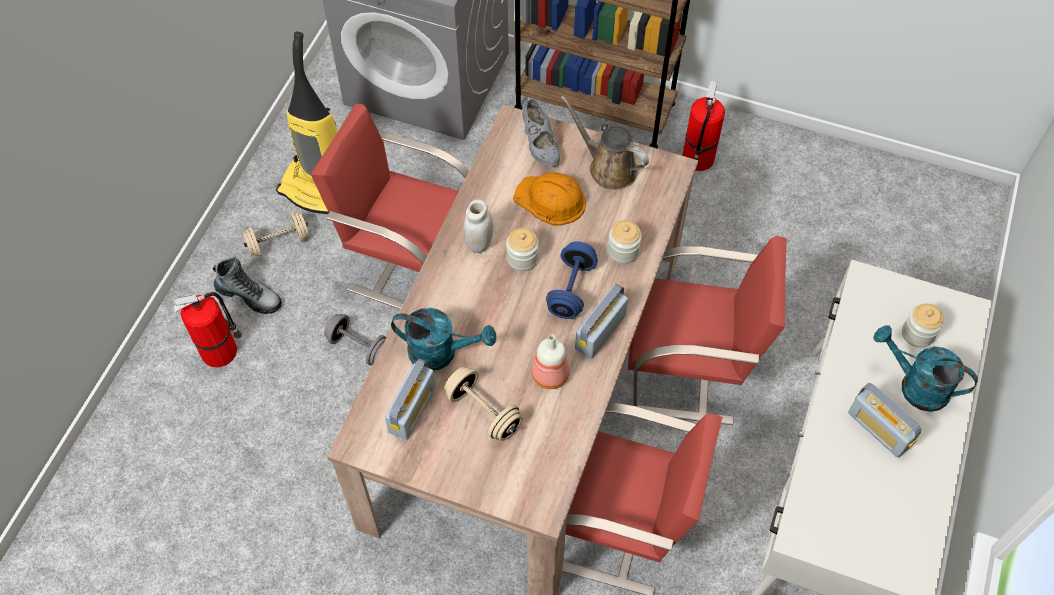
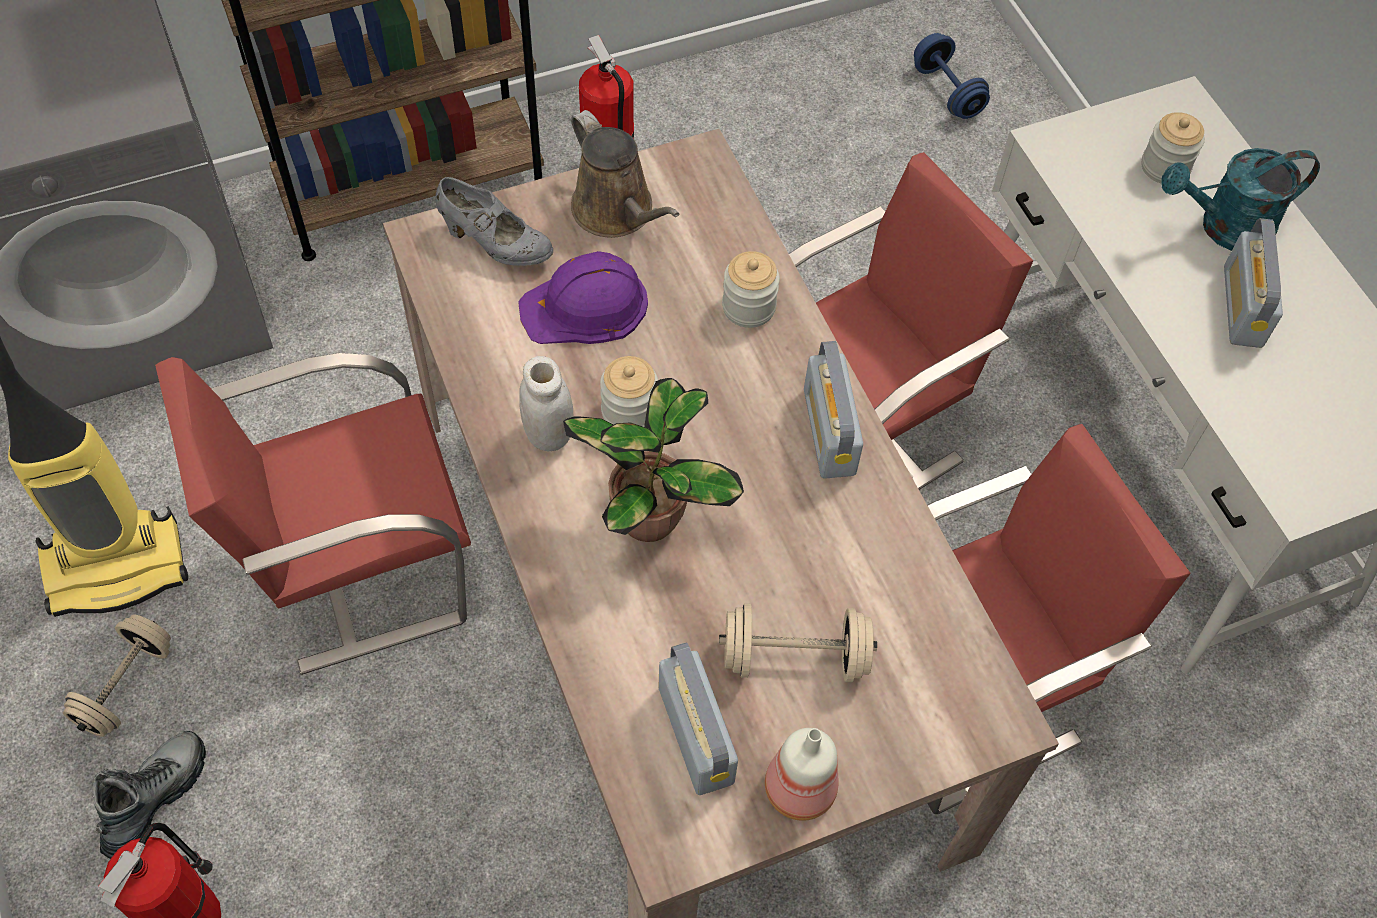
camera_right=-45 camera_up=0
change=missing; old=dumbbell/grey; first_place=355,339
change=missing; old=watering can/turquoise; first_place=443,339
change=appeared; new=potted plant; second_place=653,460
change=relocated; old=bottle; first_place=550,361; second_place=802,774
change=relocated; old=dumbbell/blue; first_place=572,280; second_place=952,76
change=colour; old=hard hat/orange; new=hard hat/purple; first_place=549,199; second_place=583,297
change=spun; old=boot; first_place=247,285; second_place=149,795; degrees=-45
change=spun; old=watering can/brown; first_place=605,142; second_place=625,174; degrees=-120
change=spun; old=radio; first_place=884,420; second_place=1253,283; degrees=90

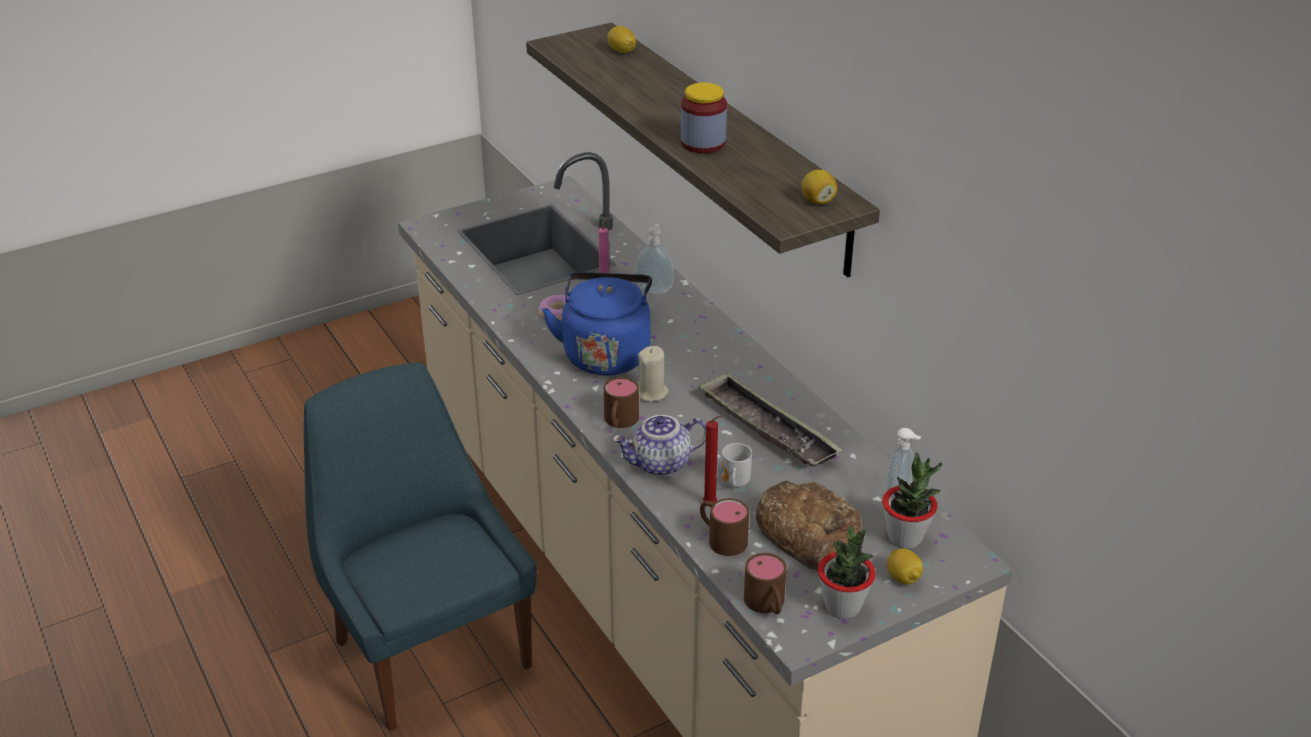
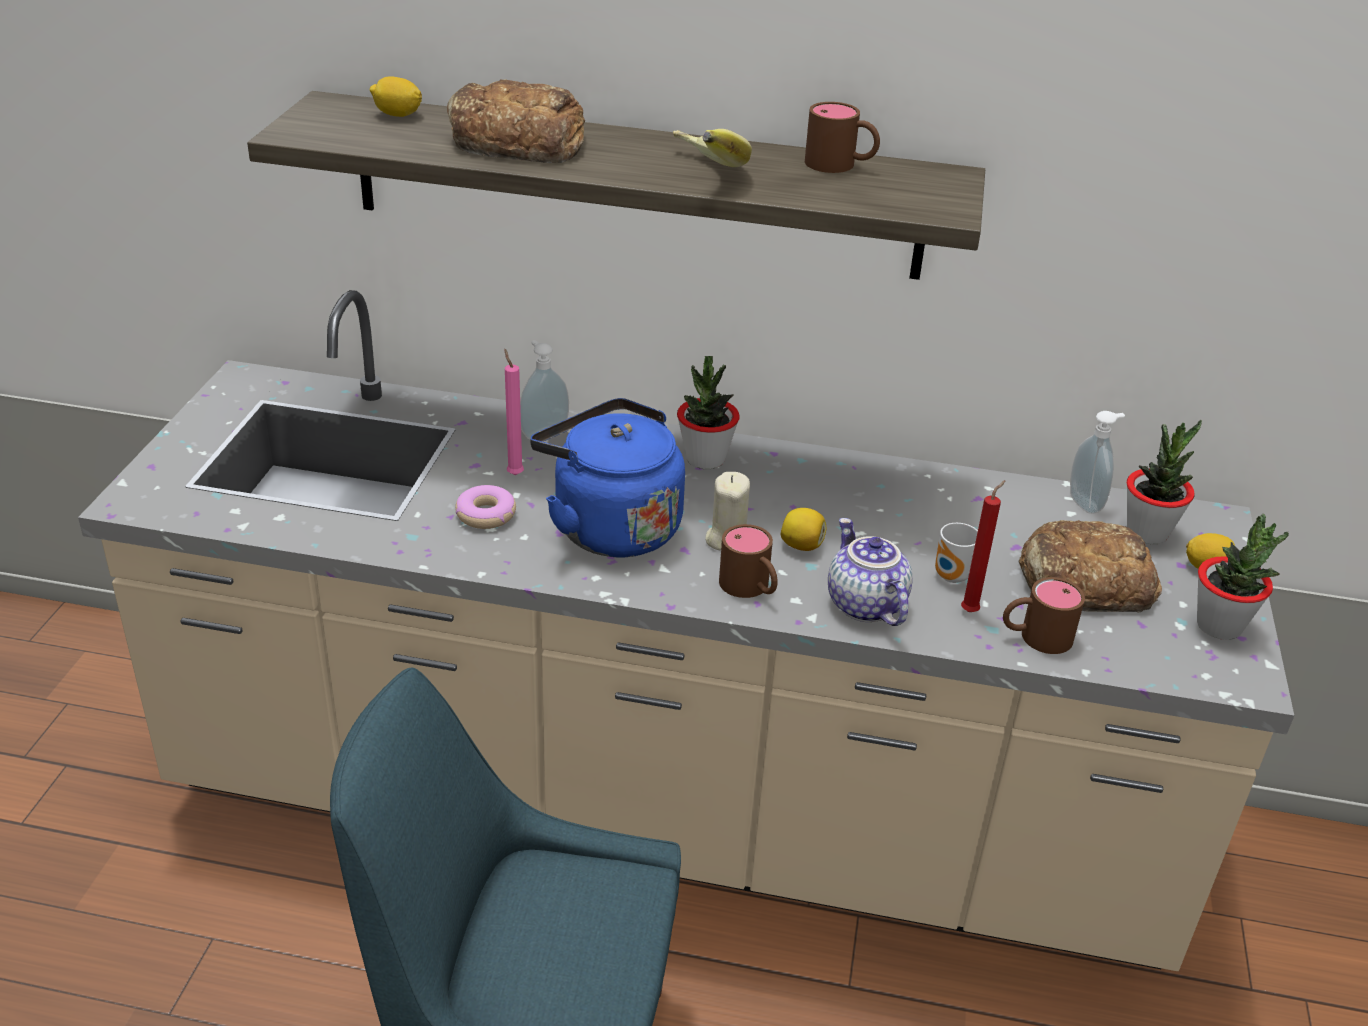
camera_right=-50 camera_up=0
change=missing; old=tray; first_place=771,419
change=appeared; new=bread; second_place=516,121
change=appeared; new=potted plant; second_place=708,412
change=relocated; old=mug/brown; first_place=765,583; second_place=842,137
change=relocated; old=lemon; first_place=819,187; second_place=803,529
change=exchanged; old=jar; new=banana; first_place=704,118; second_place=712,148
change=spun; old=teapot; first_place=659,446; second_place=870,572; degrees=135

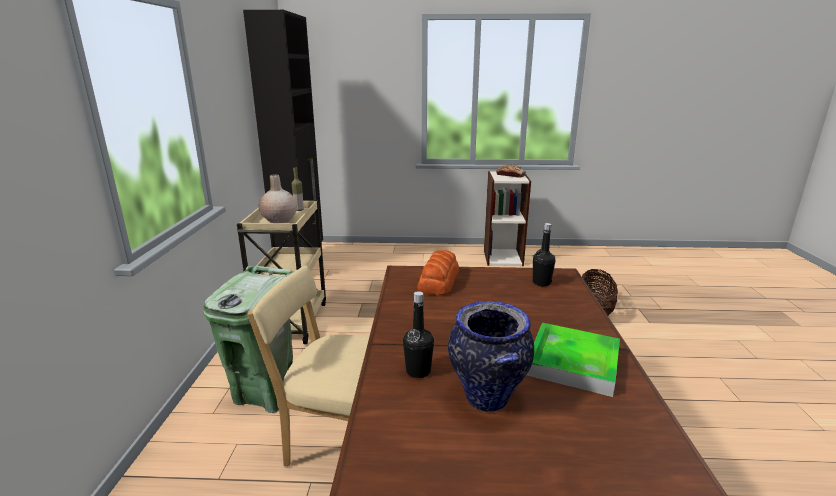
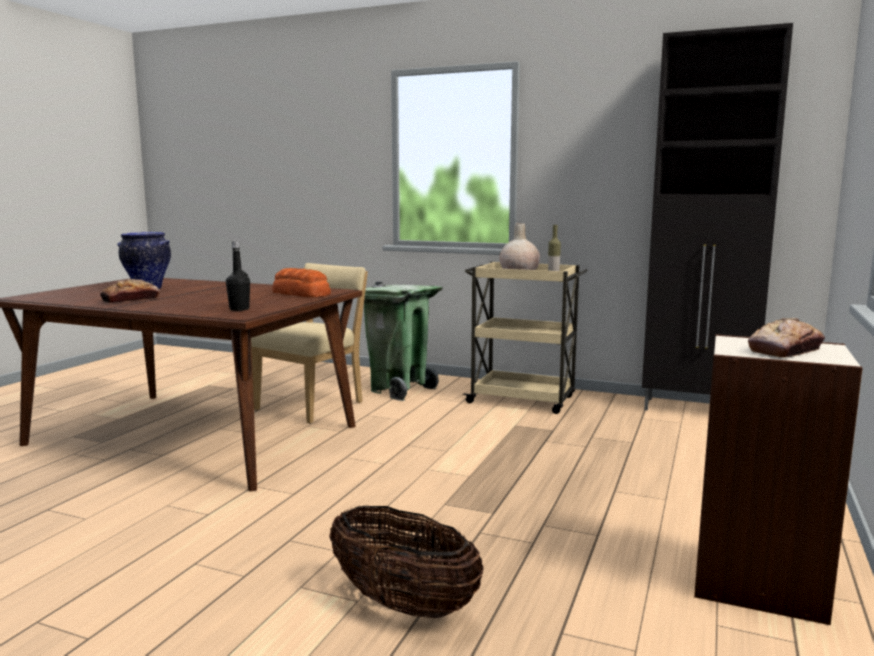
camera_right=110 camera_up=-10
change=missing; old=bottle/black; first_place=418,334
change=exchanged; old=tray; new=bread; first_place=573,360; second_place=130,291

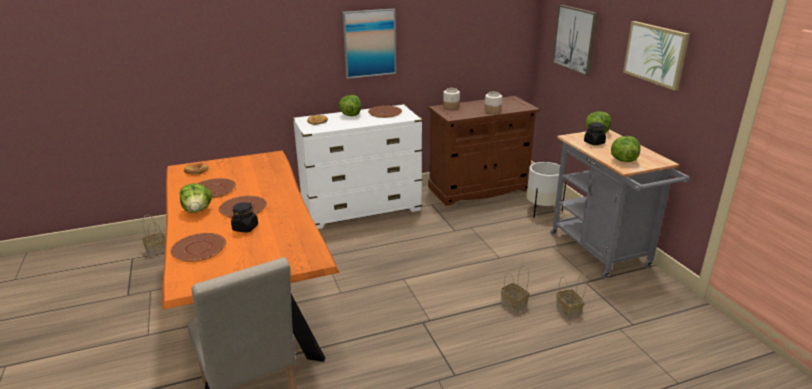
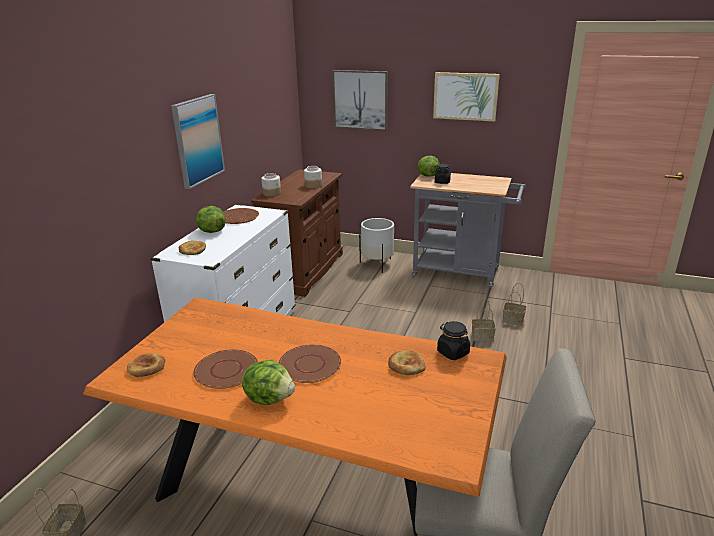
camera_right=-50 camera_up=0
change=missing; old=plate/brown; first_place=198,247
change=missing; old=lettuce; first_place=626,149
change=appeared; new=bread; second_place=407,362
change=relocated; old=jar/black; first_place=244,217; second_place=453,340

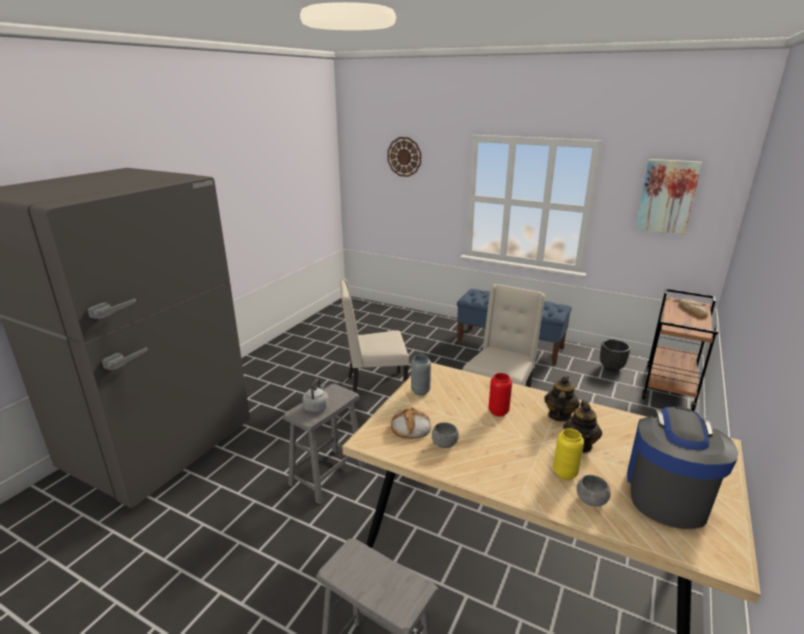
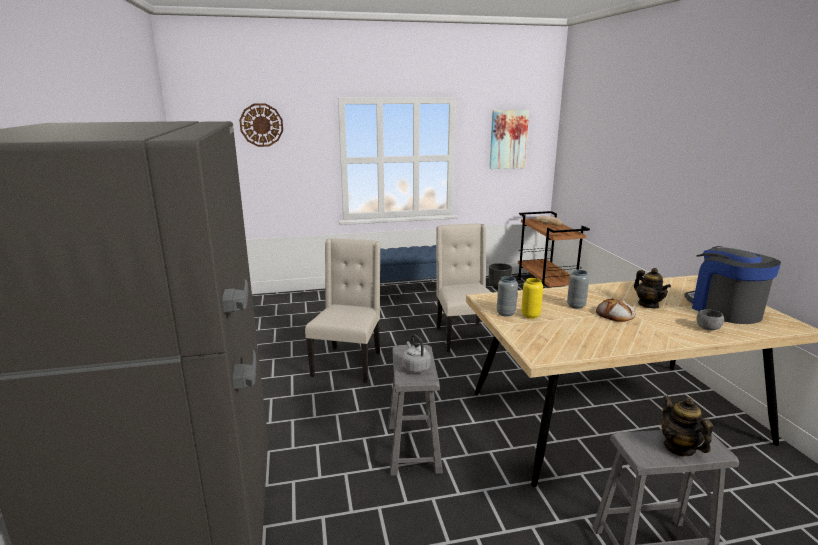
camera_right=-40 camera_up=-5
change=missing; old=bowl/grey; first_place=445,435
change=relocated; old=bread; first_place=411,423; second_place=616,310
change=relocated; old=teapot; first_place=562,398; second_place=687,426
change=relocated; old=vase/yellow; first_place=568,454; second_place=532,298
change=colour; old=vase/red; new=vase/grey; first_place=500,394; second_place=578,289
change=spun; old=chair/beige; first_place=374,335; second_place=343,310; degrees=150

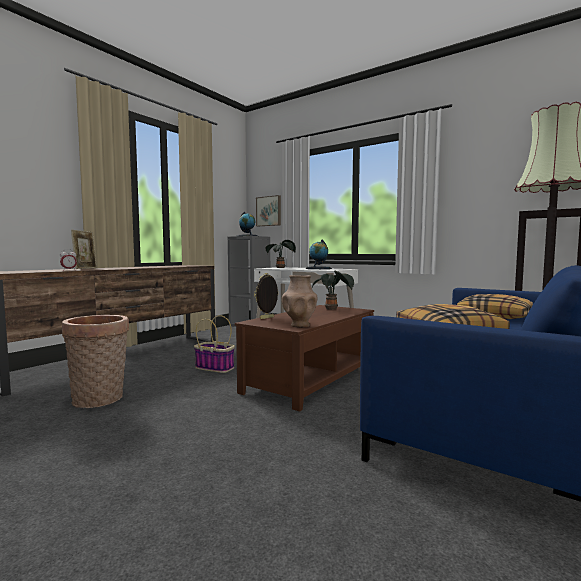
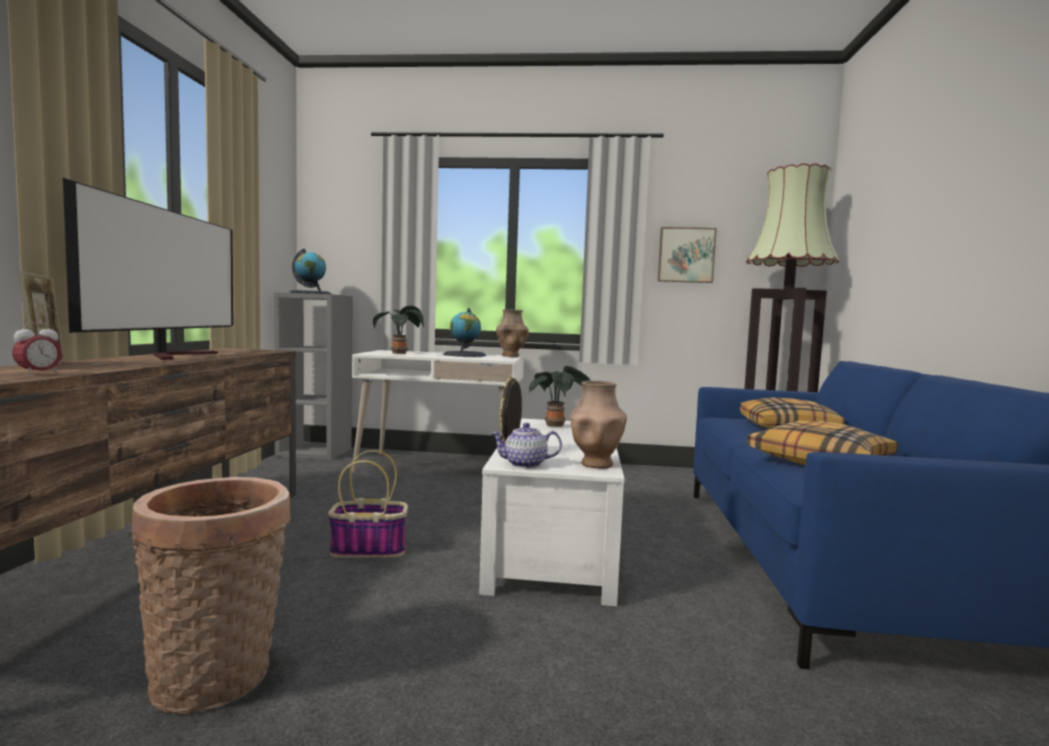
camera_right=-30 camera_up=0
change=appeared; new=television; second_place=148,269
change=appeared; new=teapot; second_place=526,445
change=appeared; new=vase/brown; second_place=512,333
change=relocated; old=picture; first_place=268,210; second_place=687,255
change=colour; old=coffee table/brown; new=coffee table/white; first_place=304,358; second_place=552,512

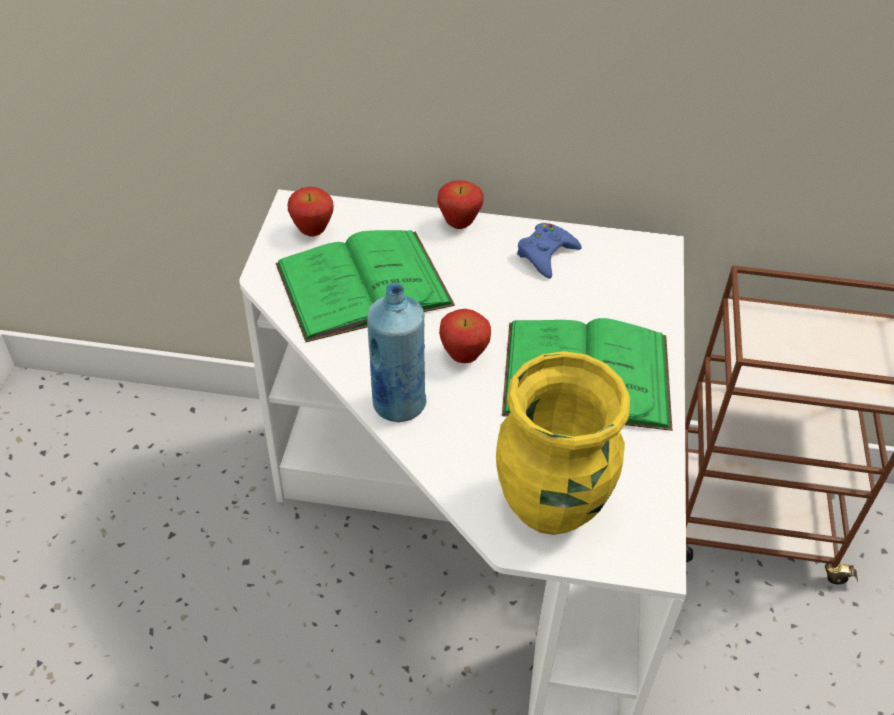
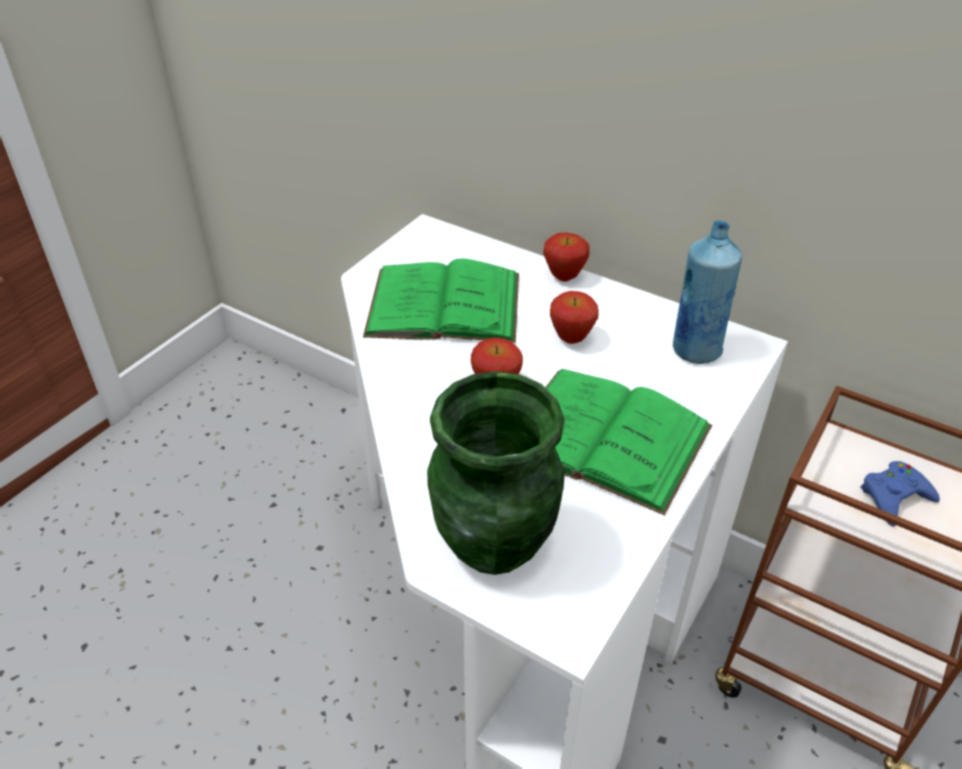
camera_right=25 camera_up=-5
change=relocated; old=apple; first_place=311,212; second_place=574,317
change=relocated; old=bottle/blue; first_place=397,352; second_place=707,292
change=relocated; old=game controller/blue; first_place=549,251; second_place=900,493
change=colour; old=vase/yellow; new=vase/green; first_place=563,443; second_place=496,473

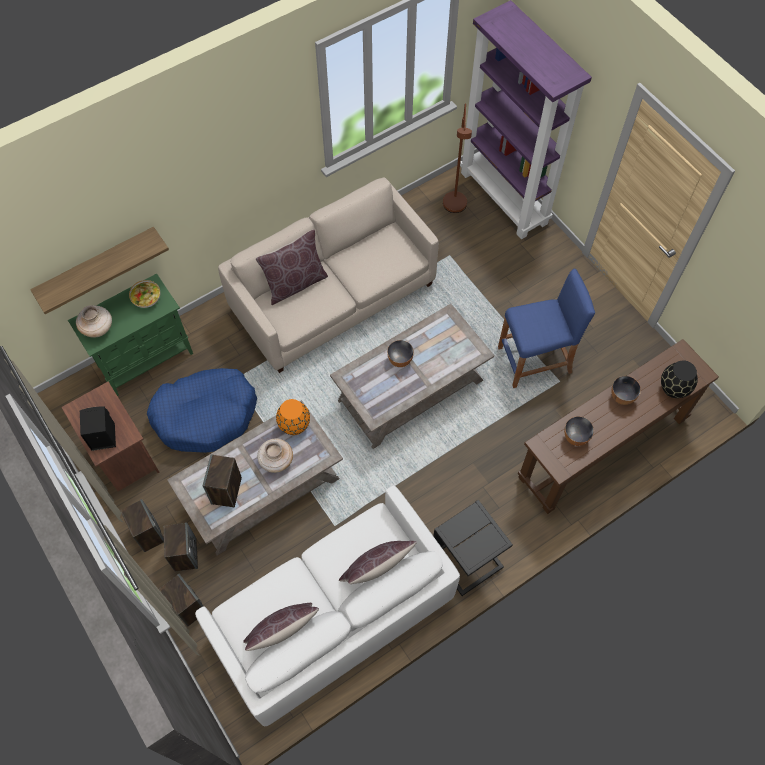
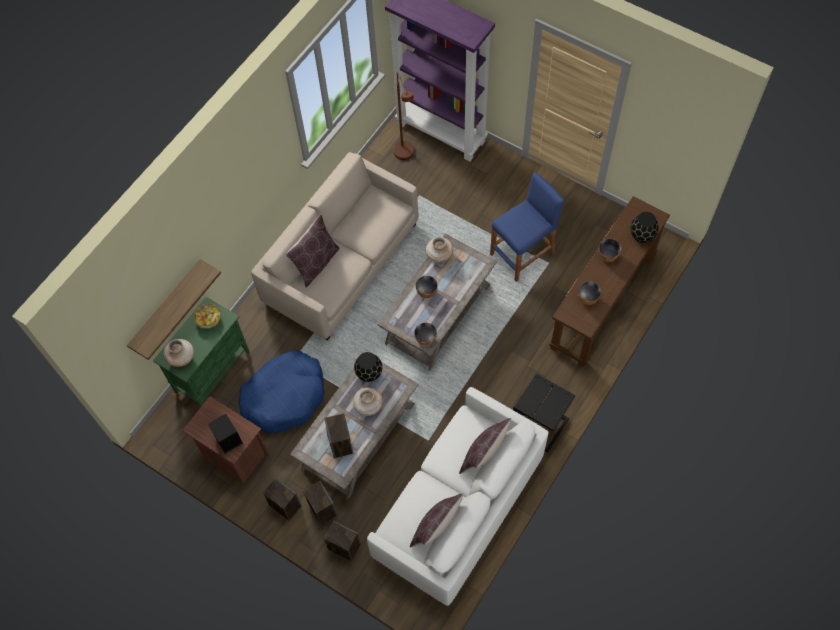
camera_right=-20 camera_up=0
change=appeared; new=bowl; second_place=425,334
change=appeared; new=vase/beige; second_place=439,250
change=colour; old=vase/orange; new=vase/black; first_place=293,417; second_place=368,367

